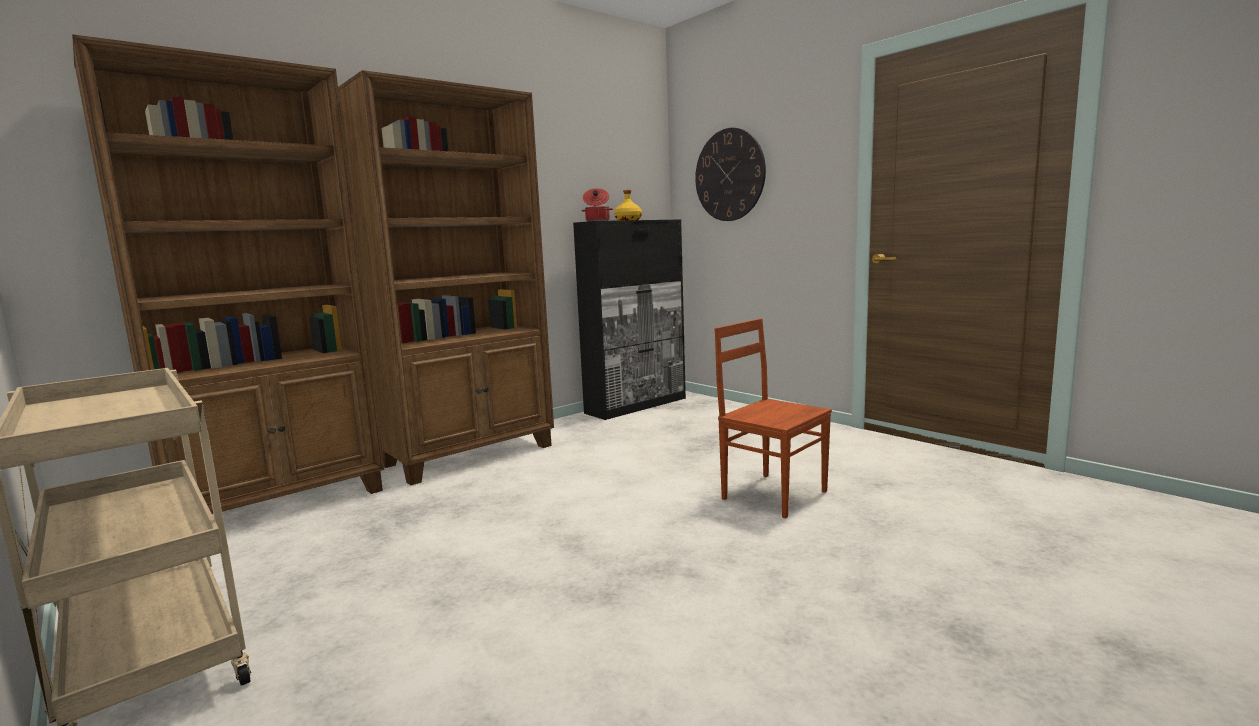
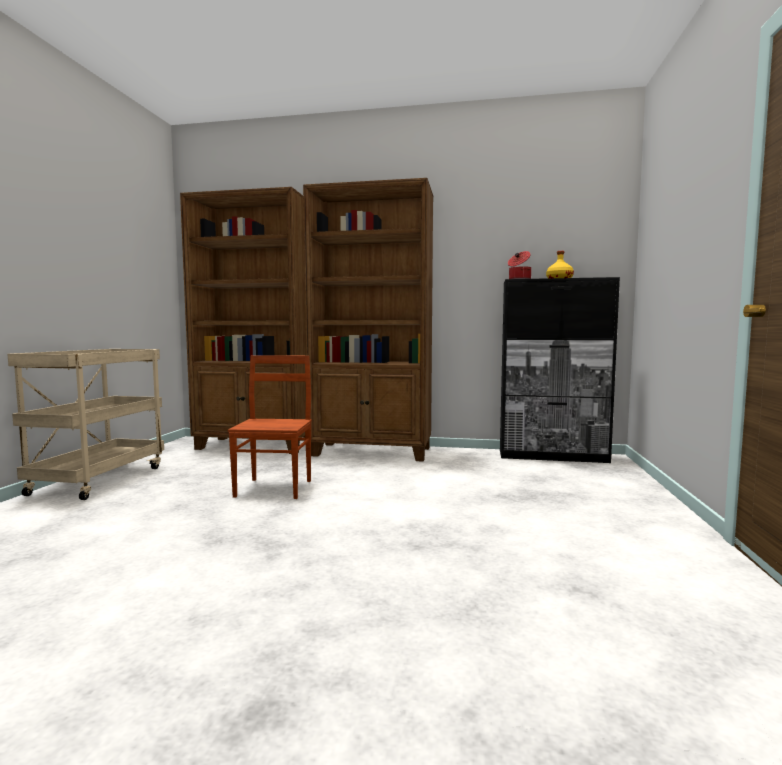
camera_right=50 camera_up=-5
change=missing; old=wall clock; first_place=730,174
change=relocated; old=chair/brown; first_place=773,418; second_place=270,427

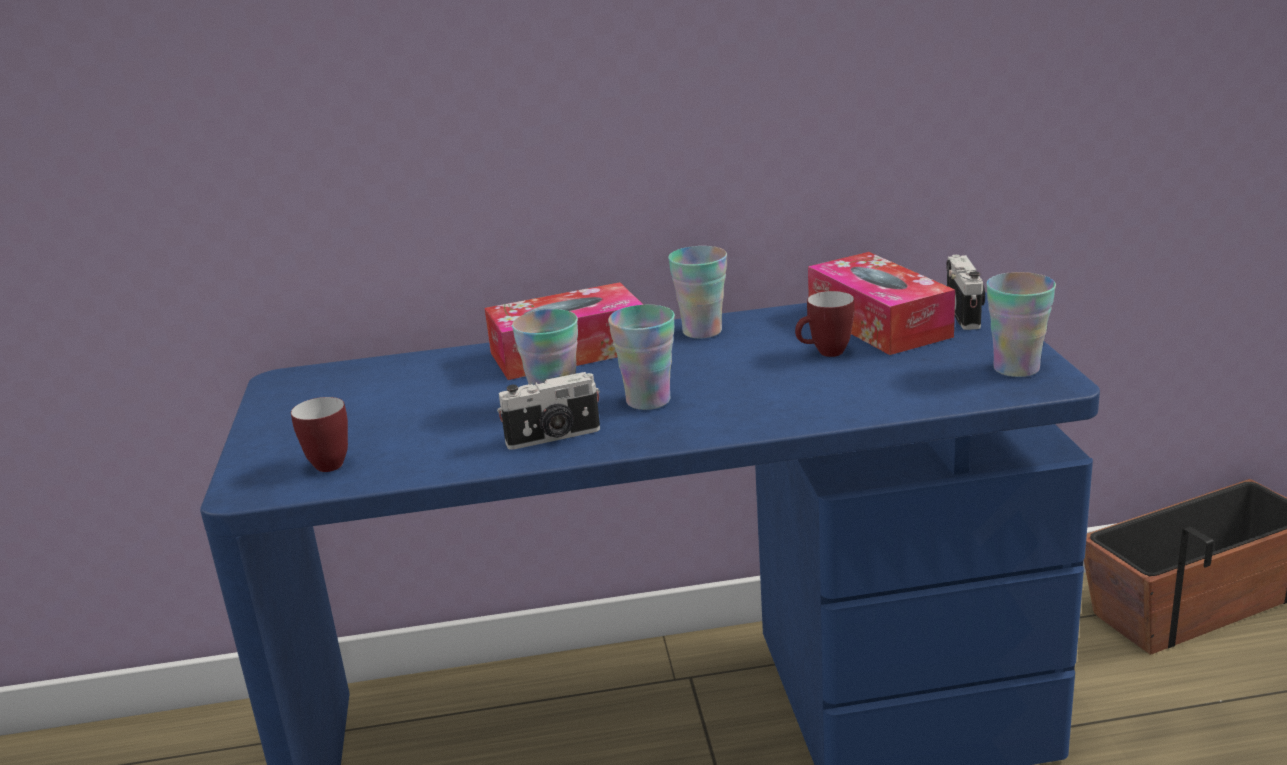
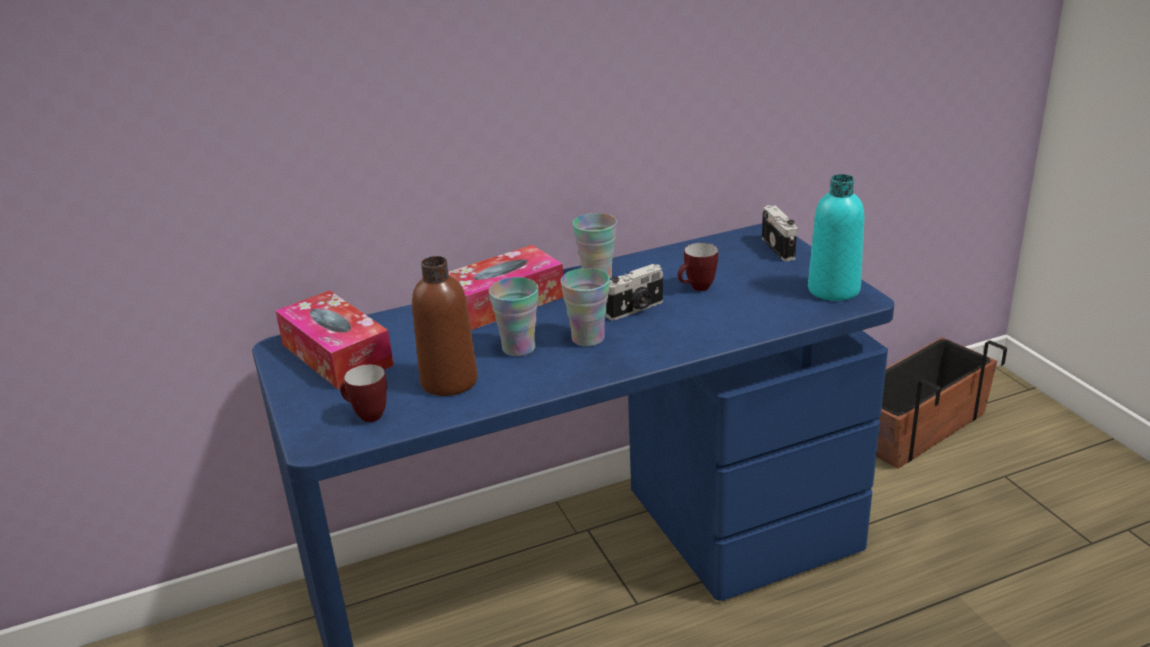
camera_right=-15 camera_up=5
change=appeared; new=bottle/brown; second_place=445,326
change=relocated; old=photo camera; first_place=548,411; second_place=634,292
change=relocated; old=tissue box; first_place=881,303; second_place=334,339
change=exchanged; old=cup; new=bottle/turquoise; first_place=1021,324; second_place=836,237

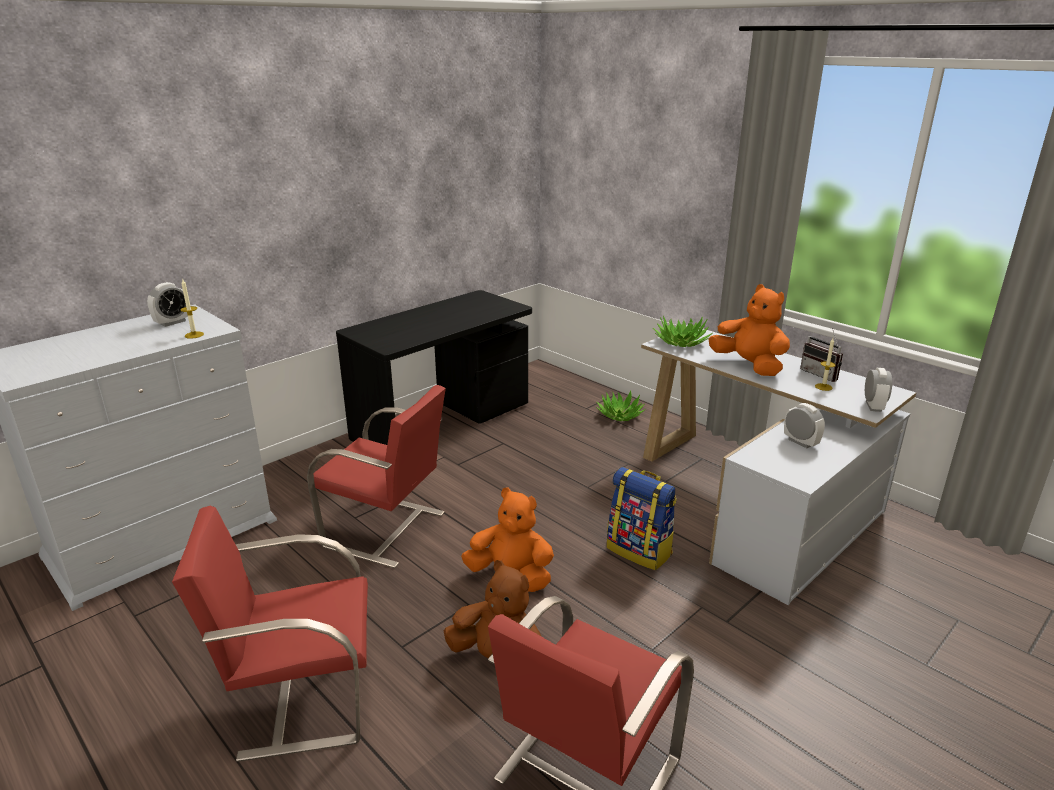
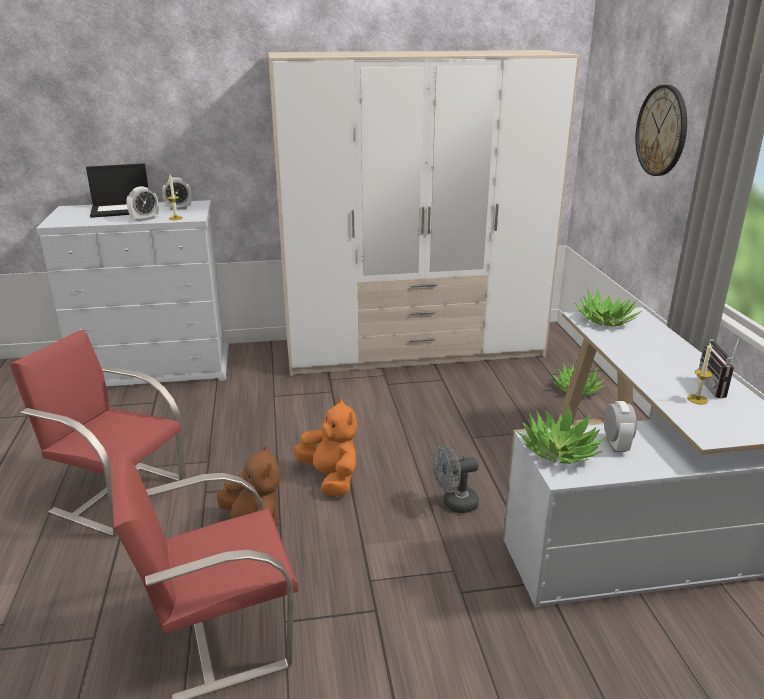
camera_right=35 camera_up=0
change=missing; old=chair/red; first_place=376,476
change=missing; old=plush toy/orange; first_place=749,330
change=appeared; new=laptop; second_place=117,190
change=appeared; new=potted plant; second_place=561,435
change=appeared; new=wall clock; second_place=661,130
change=relocated; old=alarm clock; first_place=878,390; second_place=143,204
change=exchanged; old=desk/black; new=wardrobe; first_place=434,367; second_place=424,213
change=exchanged; old=backpack; new=fan/grey; first_place=642,518; second_place=456,479

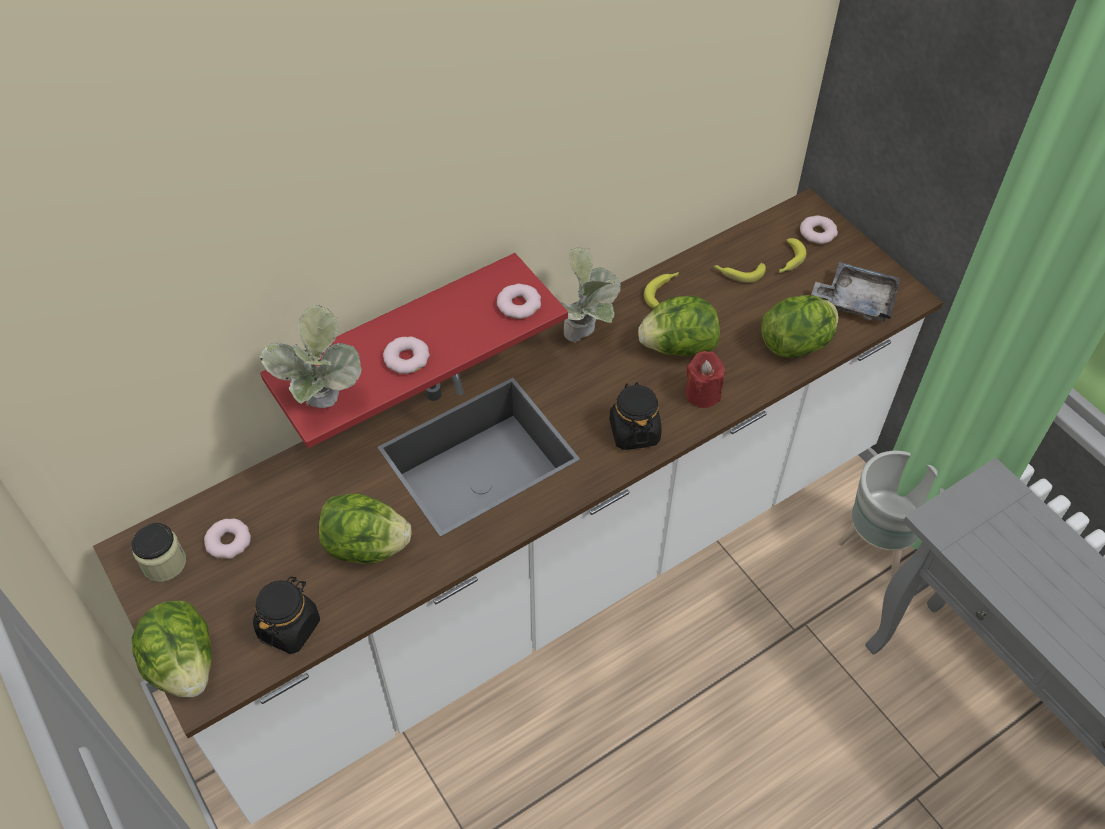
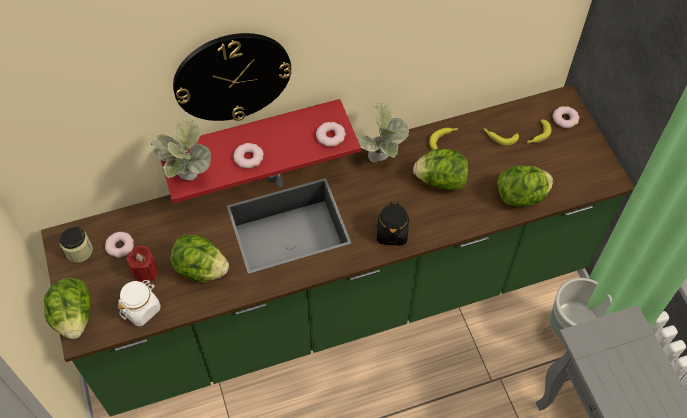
camera_right=15 camera_up=5
change=missing; old=tray/grey; first_place=856,292
change=appeared; new=wall clock; second_place=232,77
change=relocated; old=candle/red; first_place=705,379; second_place=142,264
change=colour; old=counter/white; new=counter/green; first_place=518,507; second_place=338,251
change=colour; old=jar/black; new=jar/white; first_place=286,615; second_place=139,303

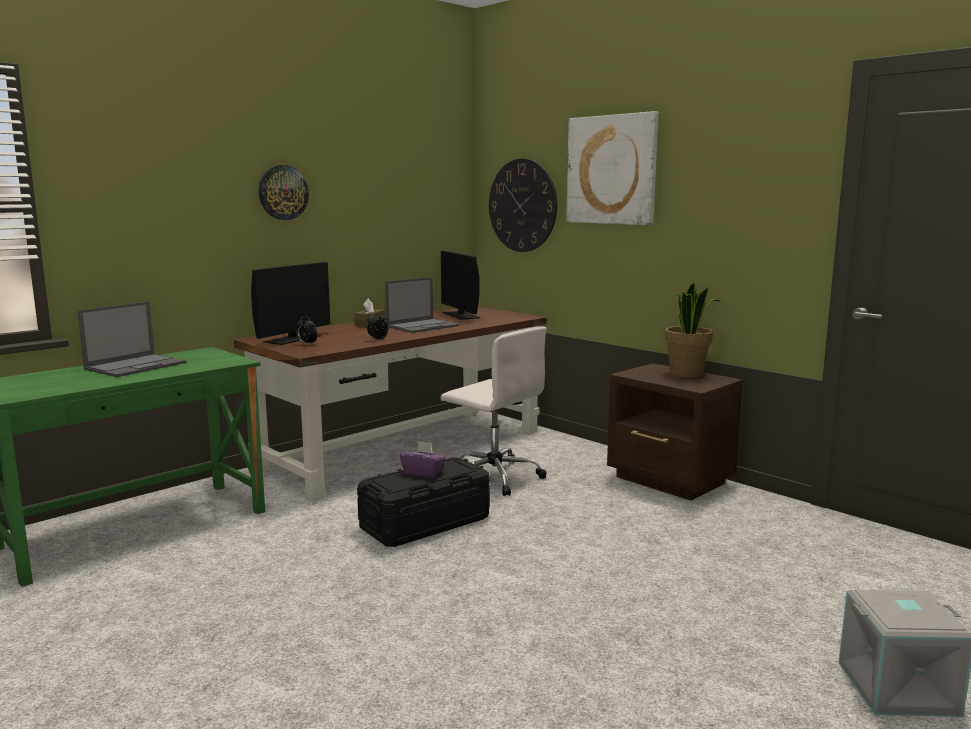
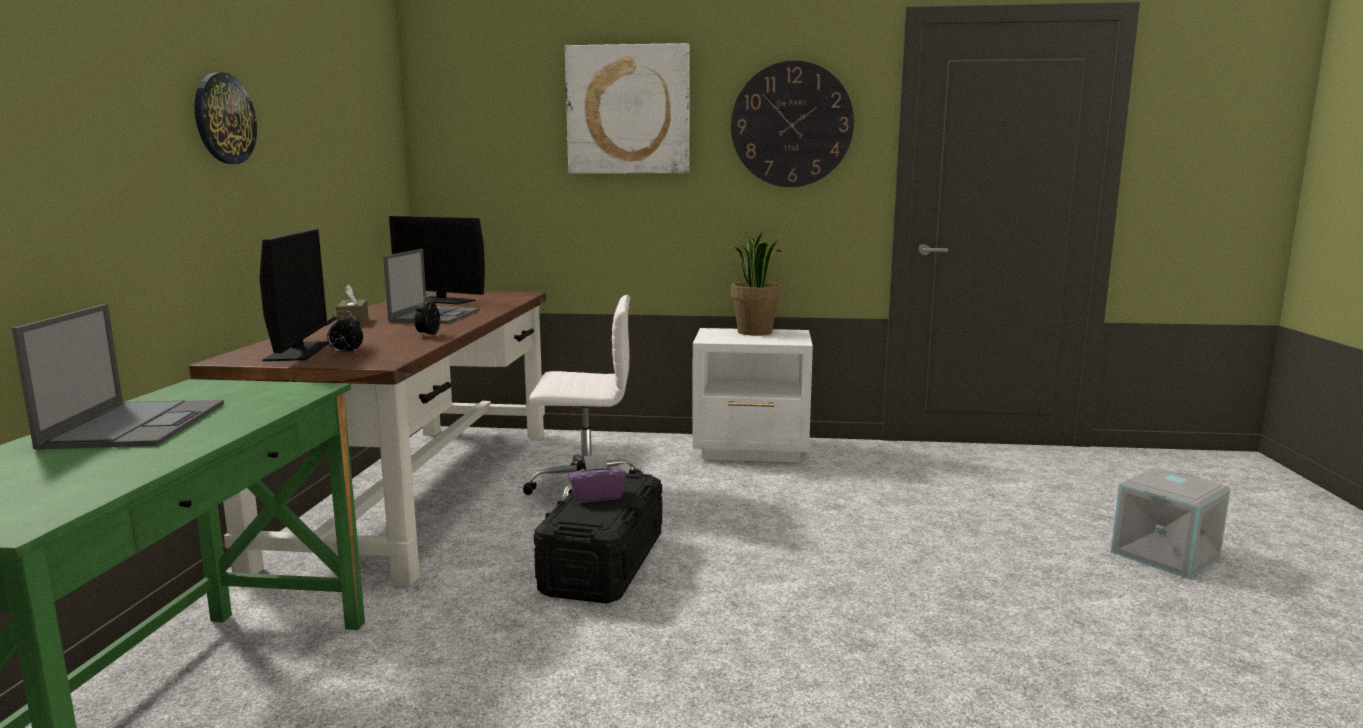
camera_right=-40 camera_up=0
change=relocated; old=wall clock; first_place=523,205; second_place=792,123
change=colour; old=nightstand/brown; new=nightstand/white; first_place=675,432; second_place=752,395

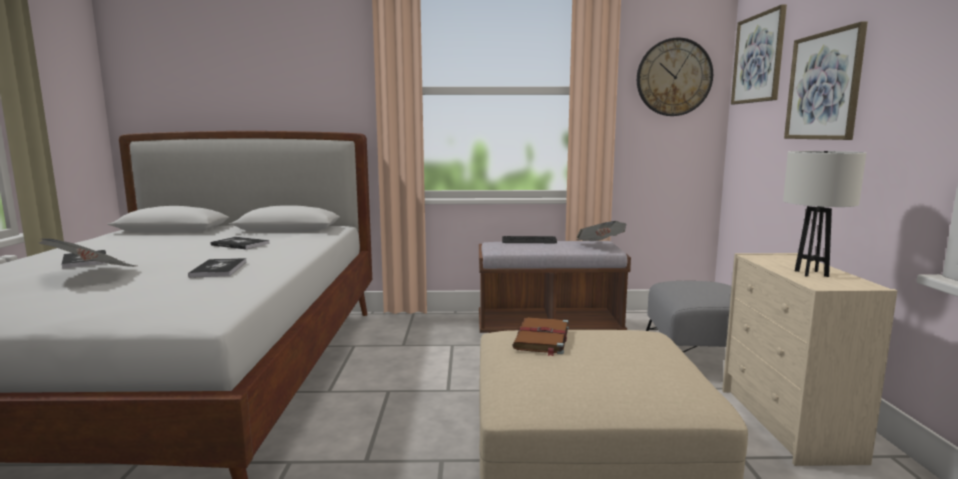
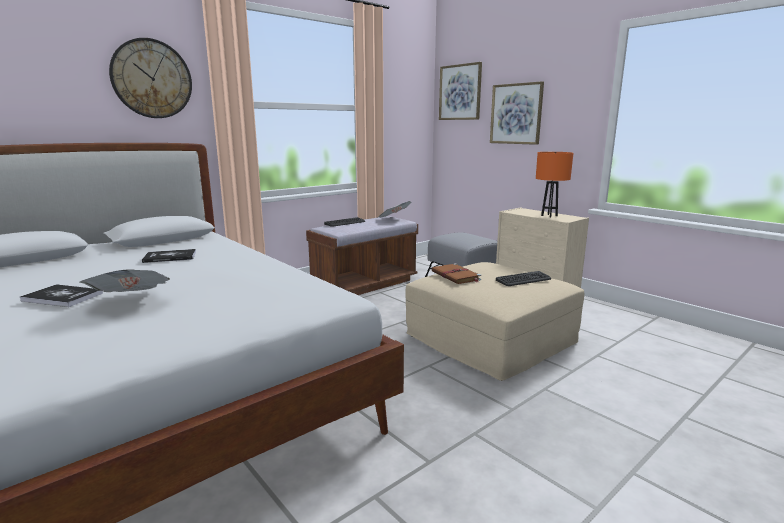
camera_right=-40 camera_up=5
change=missing; old=book; first_place=217,268
change=appeared; new=keyboard; second_place=523,278
change=relocated; old=wall clock; first_place=675,76; second_place=150,78
change=colour; old=table lamp/white; new=table lamp/orange; first_place=824,214; second_place=554,184

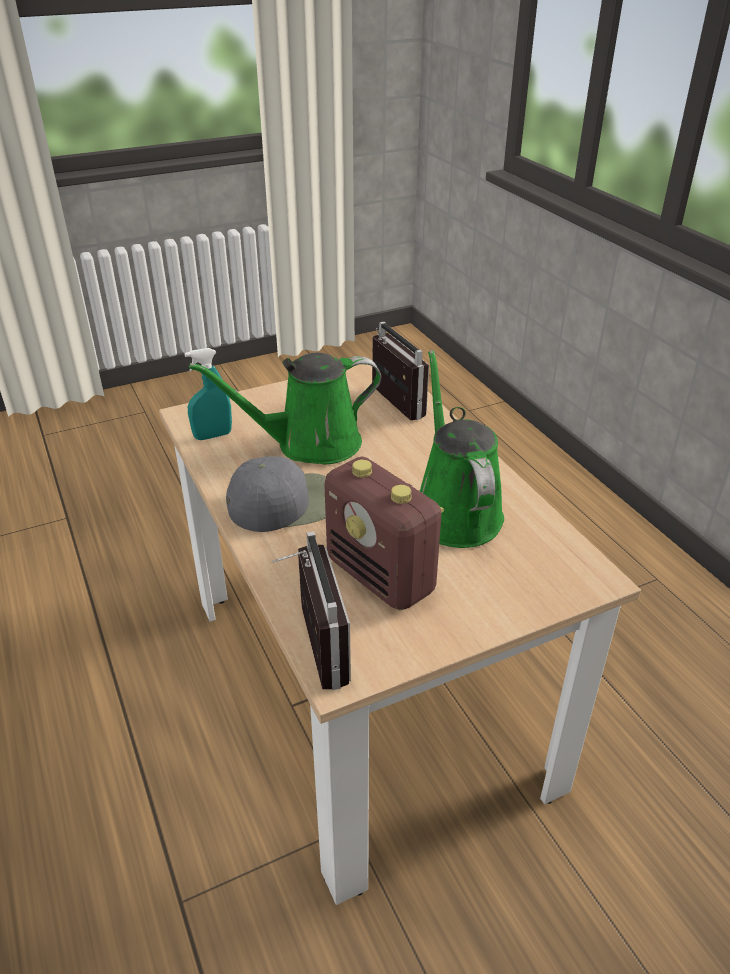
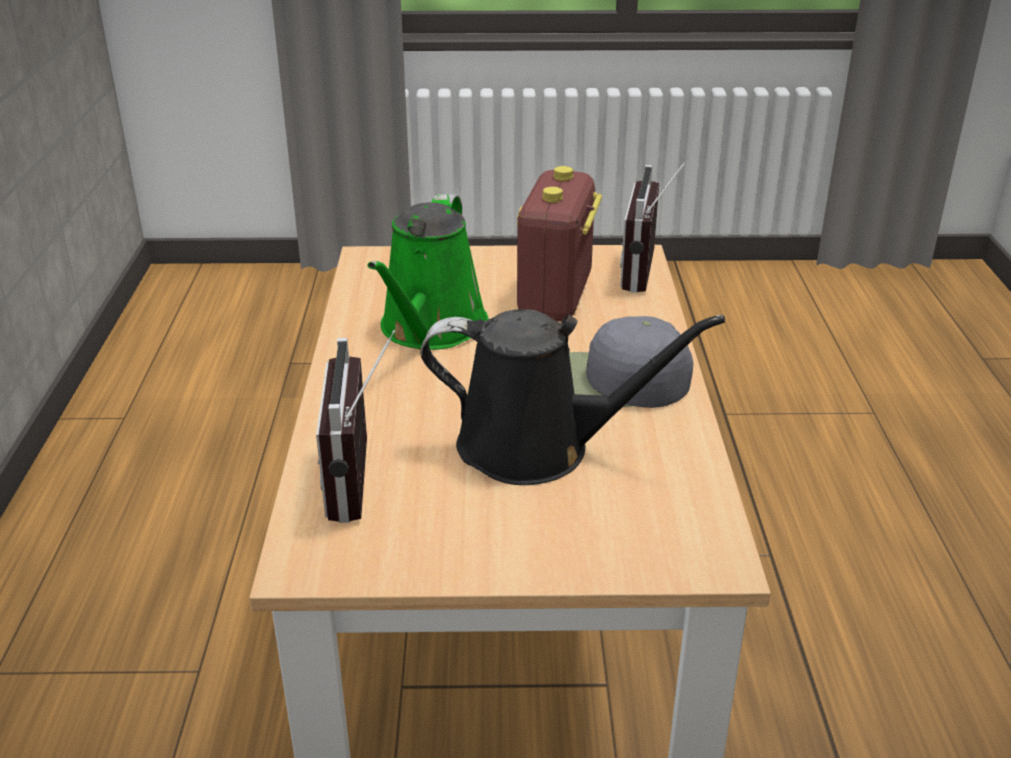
camera_right=-155 camera_up=-5
change=missing; old=spray bottle/turquoise; first_place=208,394
change=colour; old=watering can/green; new=watering can/black; first_place=285,409; second_place=572,397
change=spun; old=radio; first_place=384,533; second_place=559,243; degrees=-150

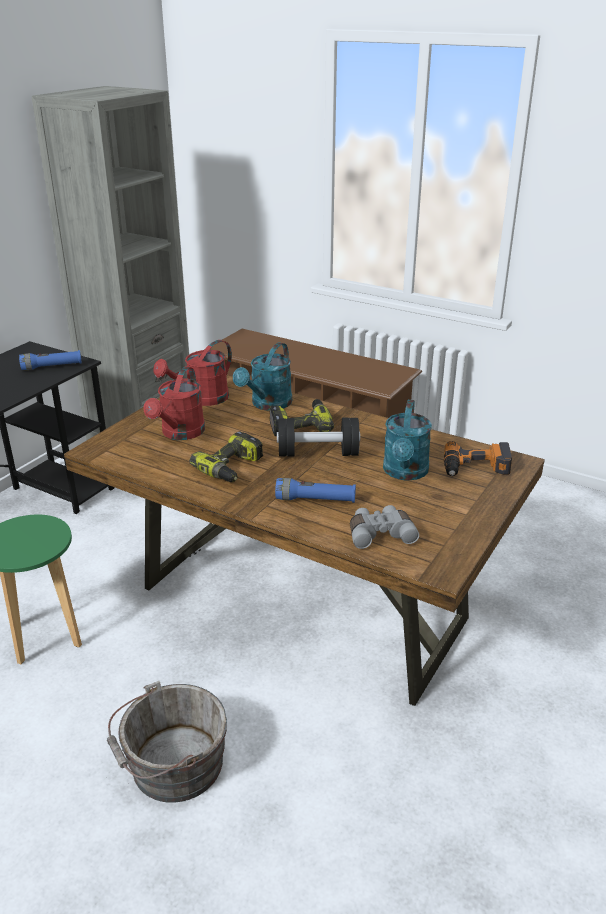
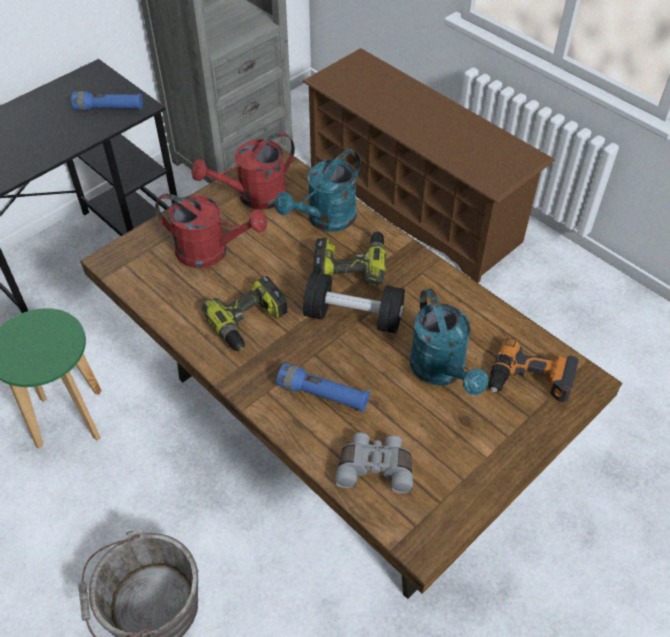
camera_right=15 camera_up=20
change=spun; old=watering can/red; first_place=174,403; second_place=211,231; degrees=-105
change=spun; old=watering can/turquoise; first_place=407,440; second_place=449,342; degrees=-45

